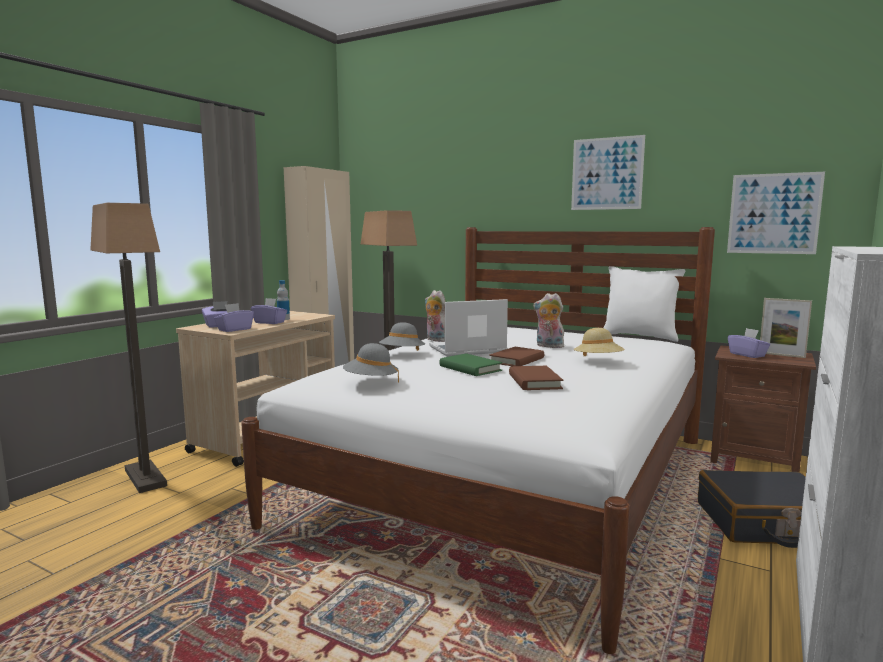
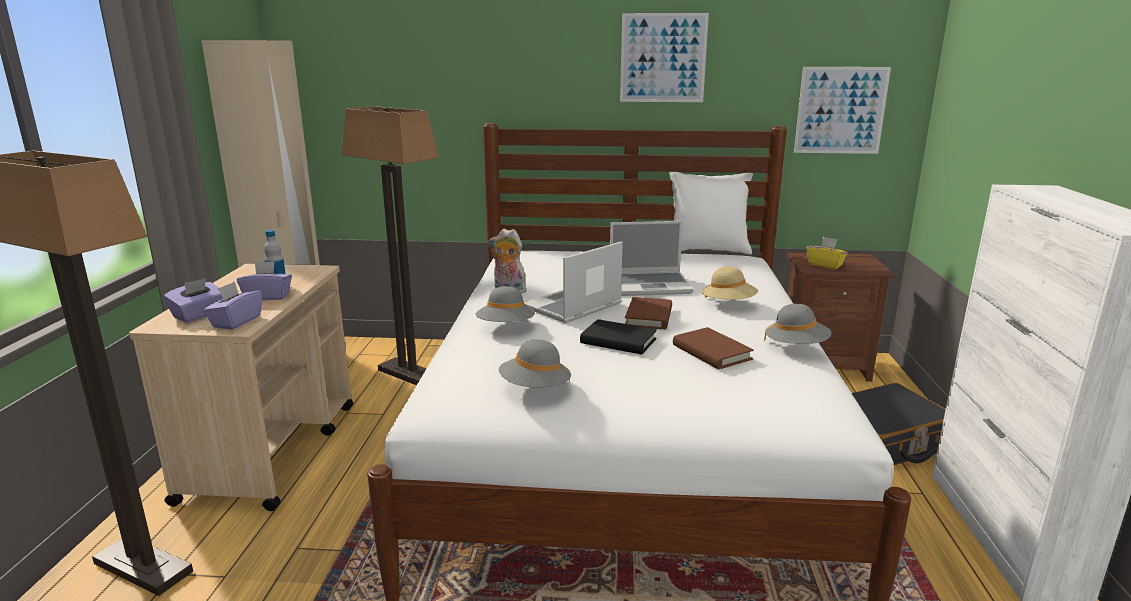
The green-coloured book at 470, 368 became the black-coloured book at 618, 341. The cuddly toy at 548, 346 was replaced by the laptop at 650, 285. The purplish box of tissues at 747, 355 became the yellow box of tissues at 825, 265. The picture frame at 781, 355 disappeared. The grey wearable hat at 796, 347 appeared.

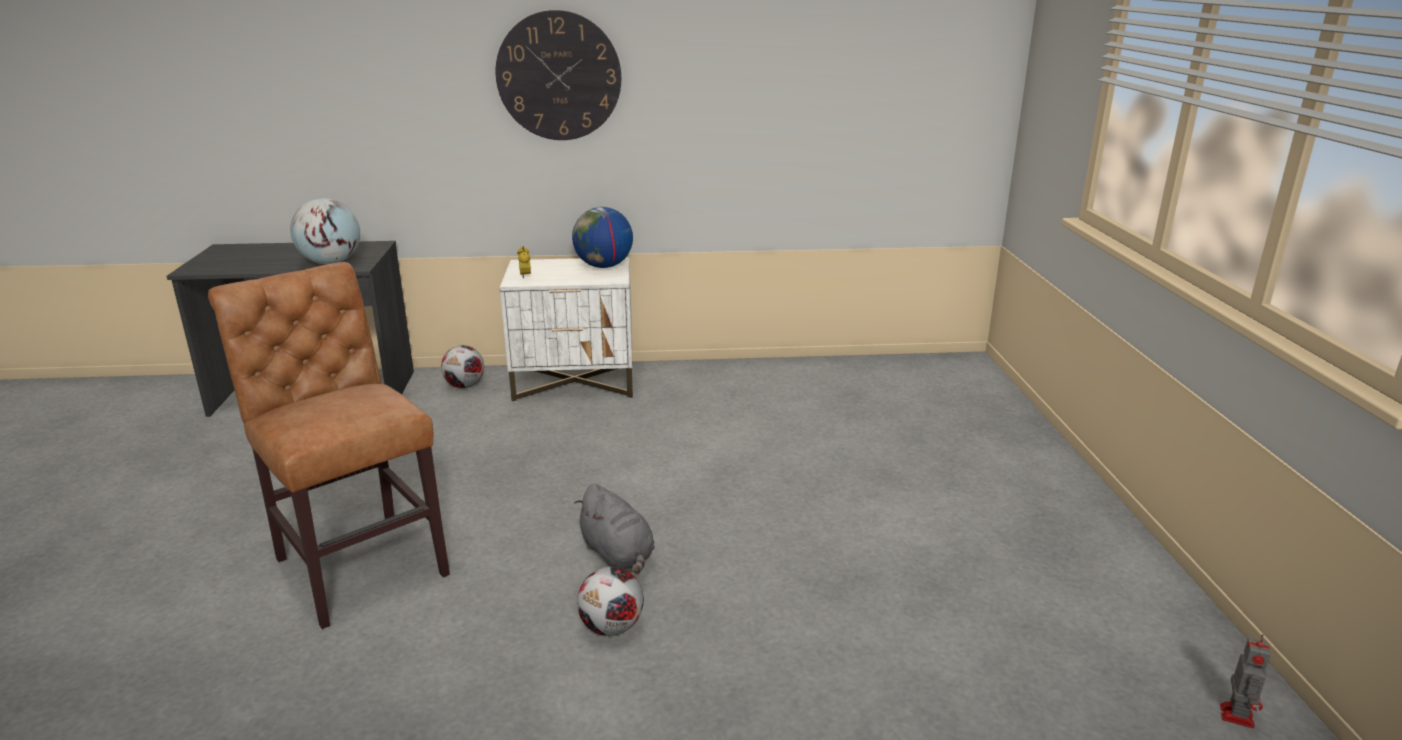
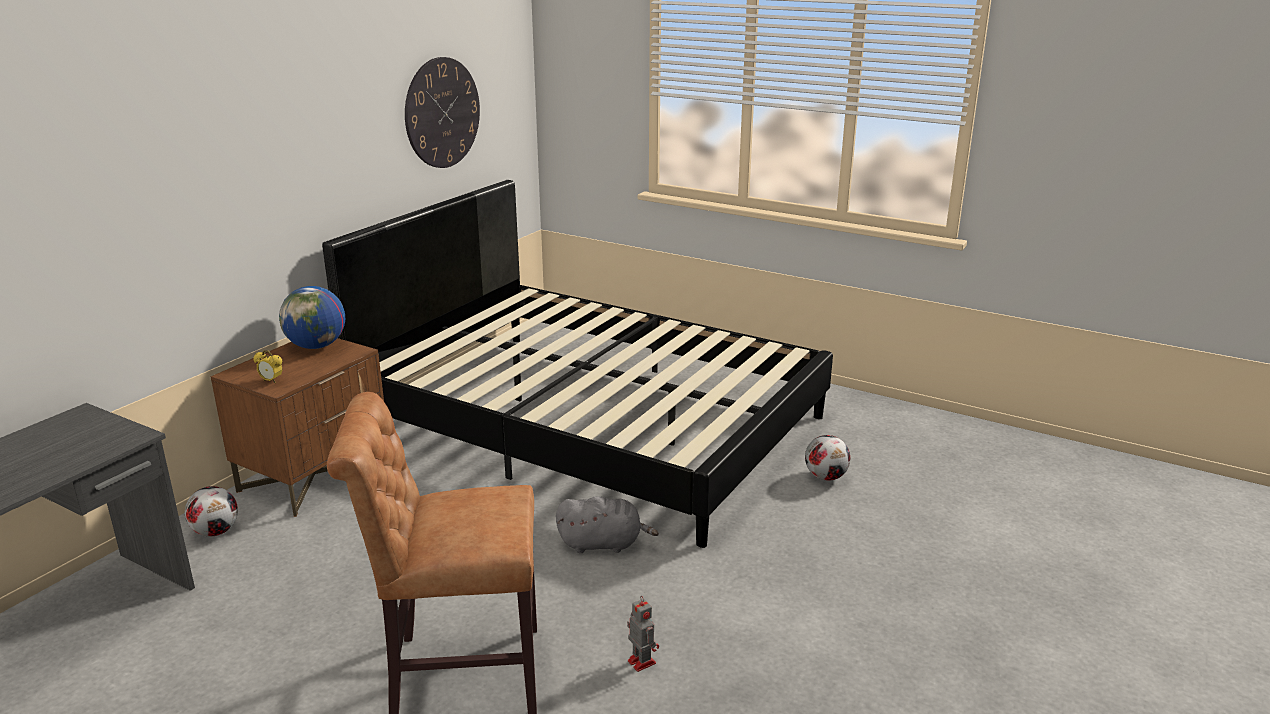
The desk globe at 331, 262 disappeared. The wall clock moved from 559, 76 to 442, 113. The whitish bedside table at 575, 383 became the brown-coloured bedside table at 315, 475. The football ball moved from 612, 627 to 826, 477. The toy robot moved from 1236, 714 to 641, 661. The black-coloured sleeping bed at 590, 422 appeared.

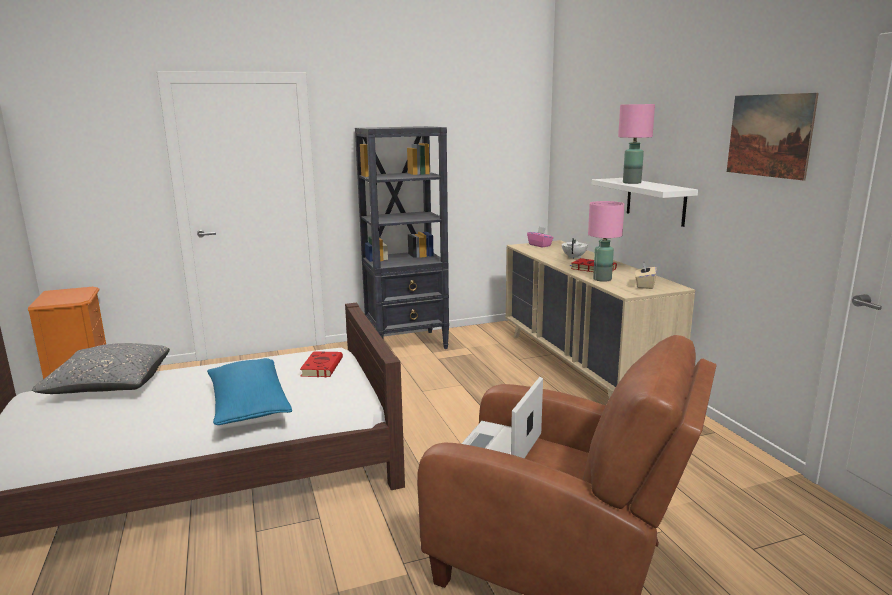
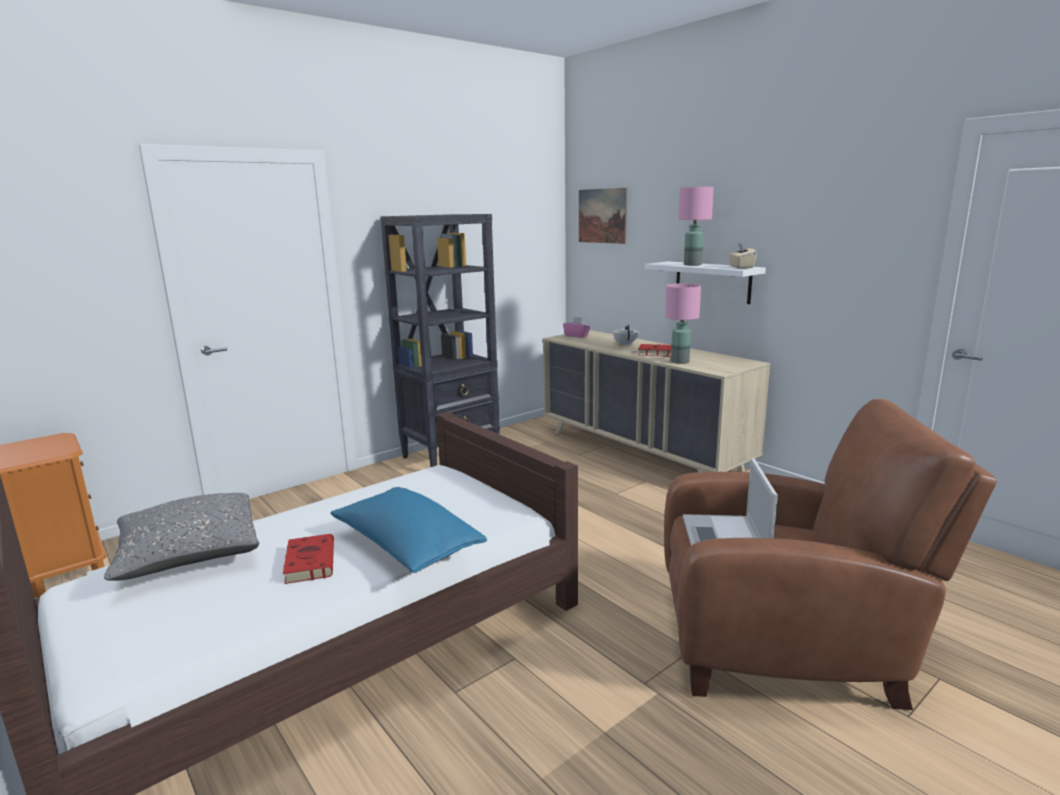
The reddish book moved from 322, 367 to 310, 561. The sand-coloured box of tissues moved from 644, 285 to 741, 267. The wall art moved from 769, 135 to 602, 216.

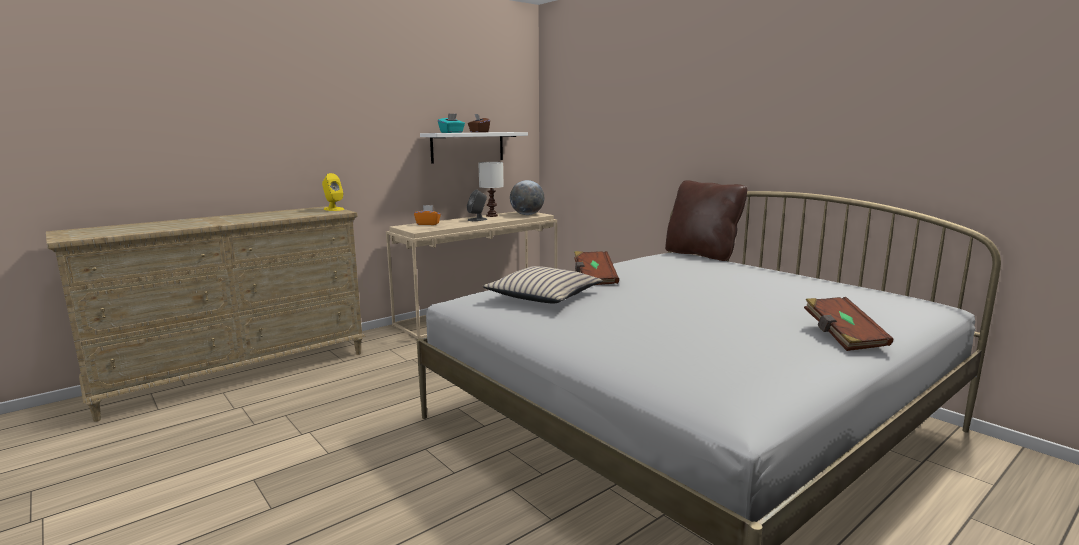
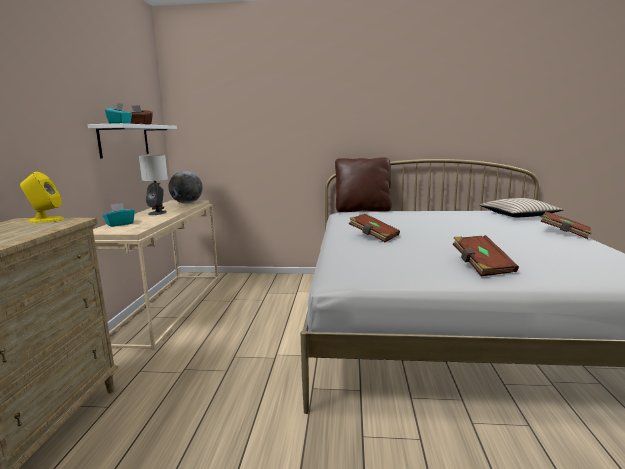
The orangey box of tissues at 428, 224 became the turquoise-coloured box of tissues at 120, 224. The sand-coloured throw pillow moved from 543, 296 to 518, 215. The brown-coloured book at 481, 266 appeared.

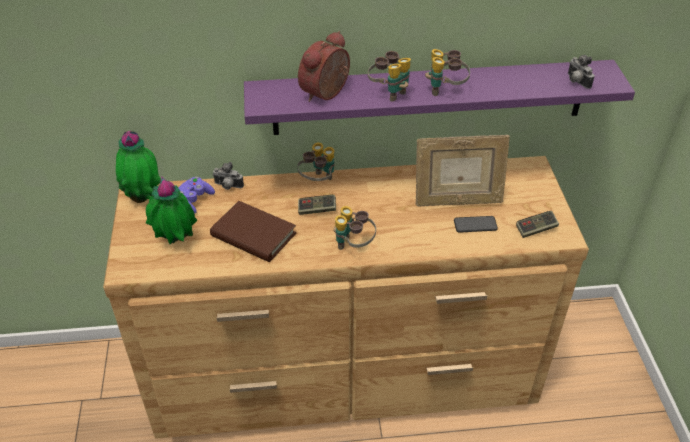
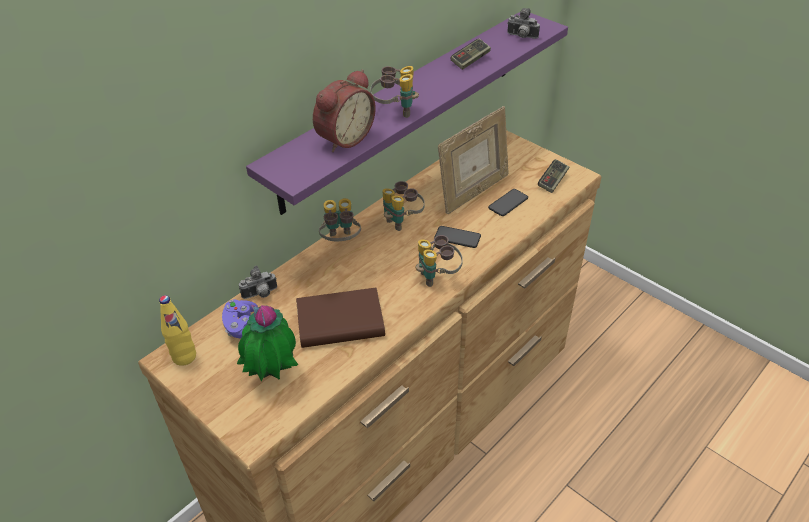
The potted plant at 144, 198 was replaced by the yellow bottle at 184, 357. The alarm clock at 327, 94 turned 135 degrees counterclockwise. The gamepad moved from 317, 210 to 470, 60. The field glasses moved from 445, 90 to 402, 220. The telephone at 457, 237 appeared.

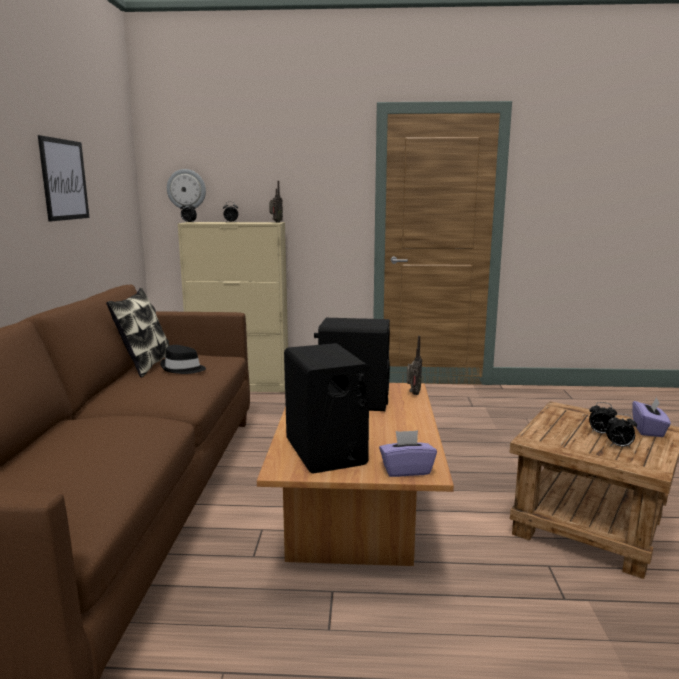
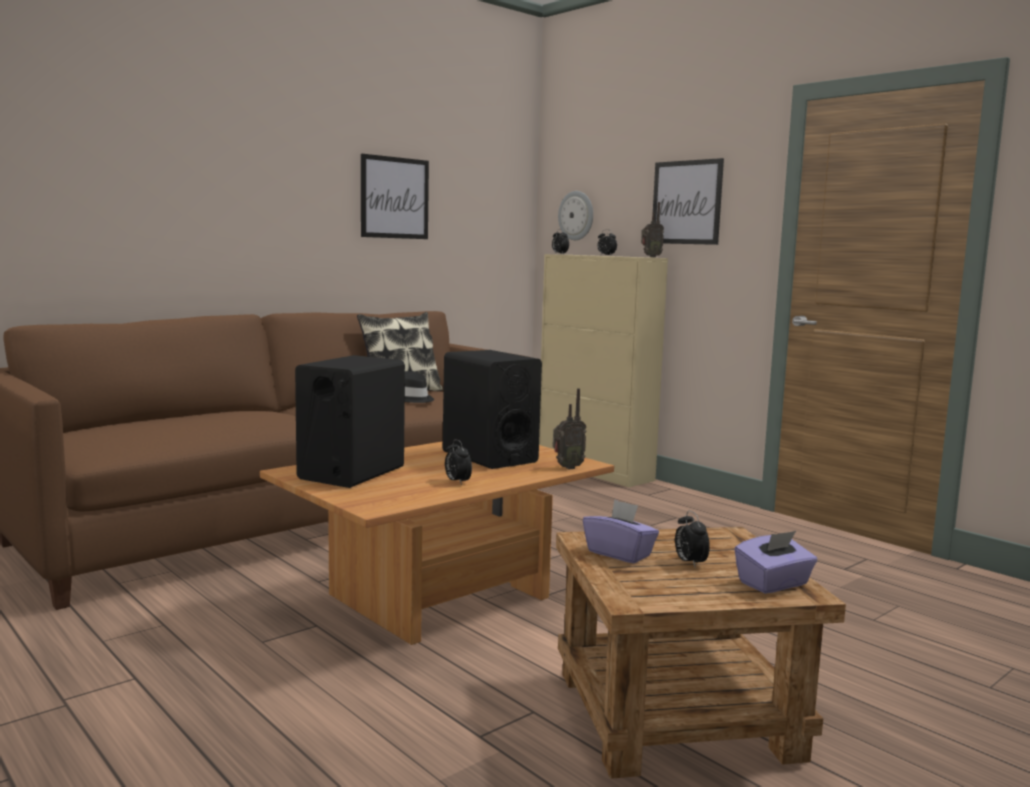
The purplish box of tissues moved from 406, 470 to 619, 553. The alarm clock moved from 619, 446 to 457, 482. The wall art at 686, 202 appeared.

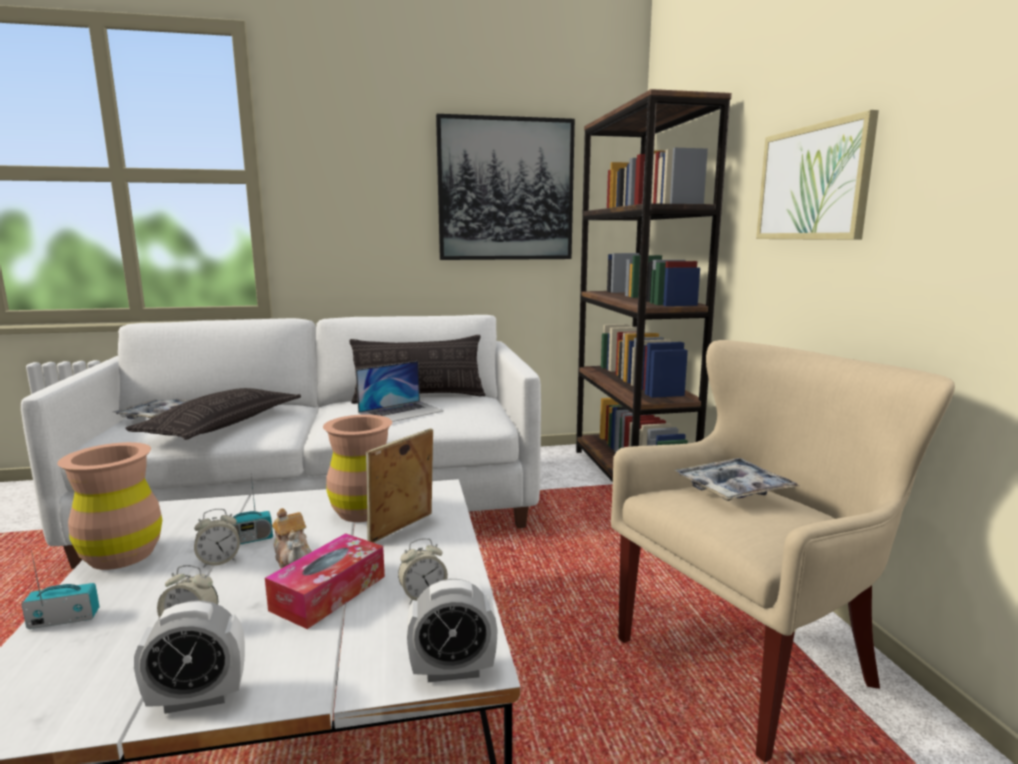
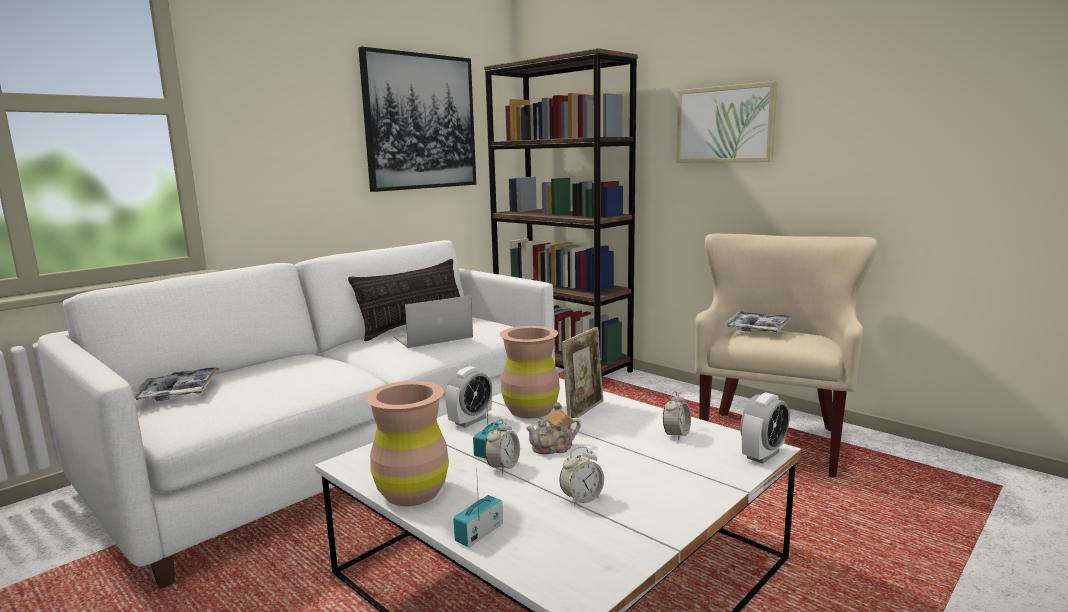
The throw pillow at 222, 424 disappeared. The alarm clock moved from 198, 698 to 470, 420. The box of tissues at 329, 593 disappeared. The tea pot at 294, 559 turned 135 degrees clockwise. The laptop at 401, 412 turned 135 degrees counterclockwise. The picture frame at 402, 530 turned 150 degrees counterclockwise.

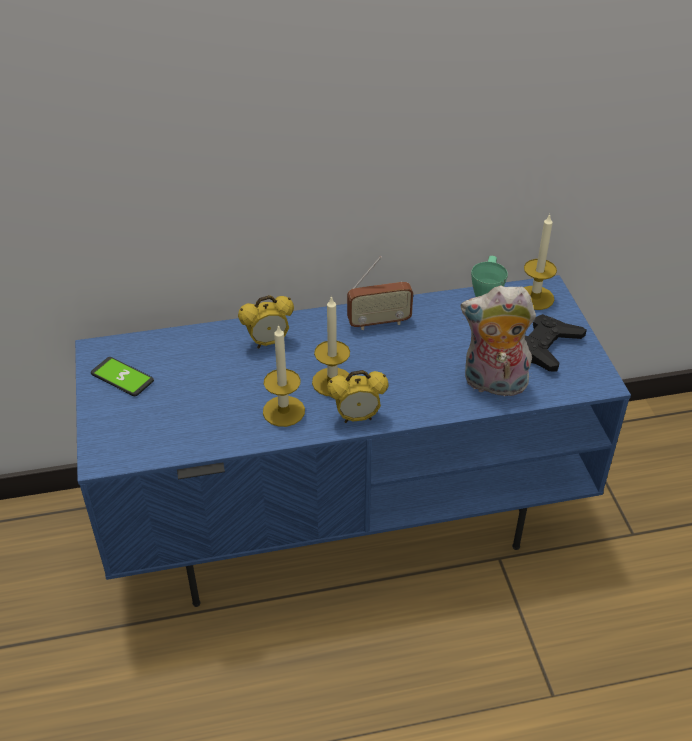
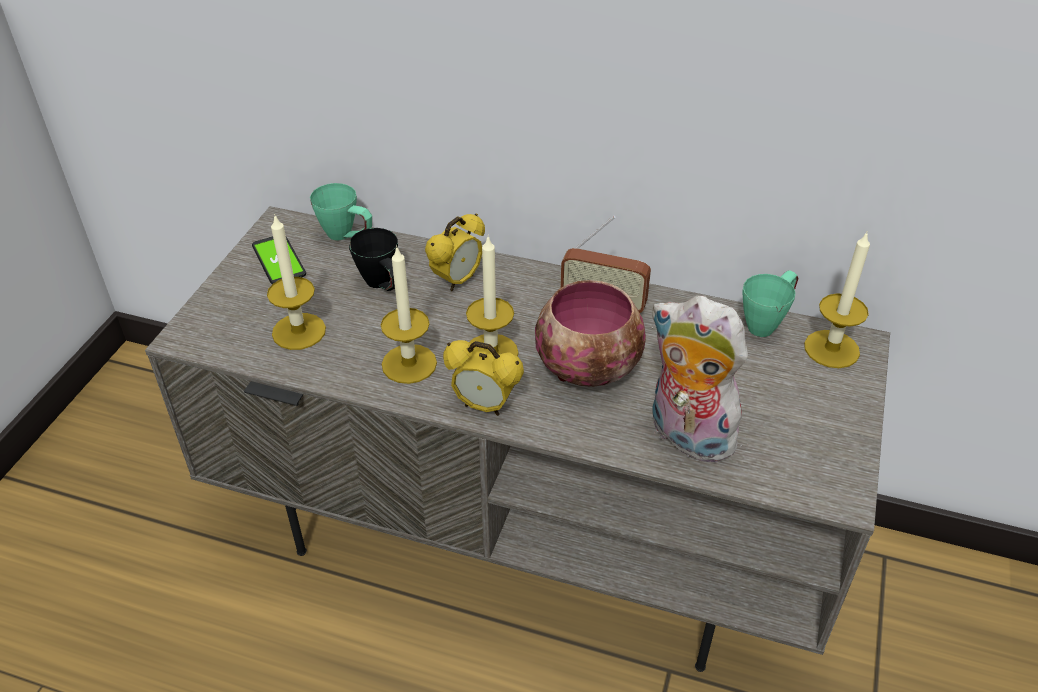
The blue media console at 347, 515 became the grey media console at 524, 532. The alarm clock at 268, 342 turned 60 degrees counterclockwise. The black-coloured gamepad at 546, 347 disappeared. The wax light at 299, 331 appeared. The green-coloured coffee mug at 347, 237 appeared. The black-coloured coffee mug at 383, 287 appeared. The bowl at 590, 369 appeared.

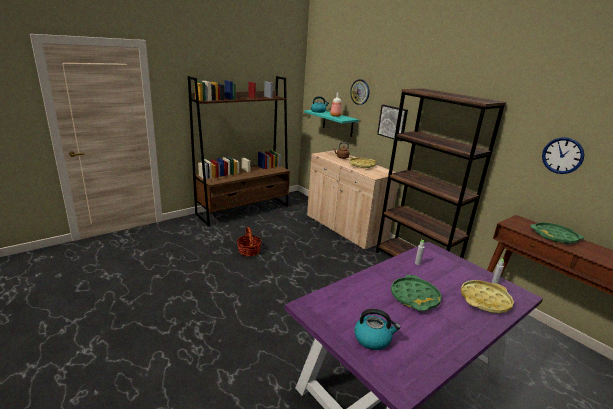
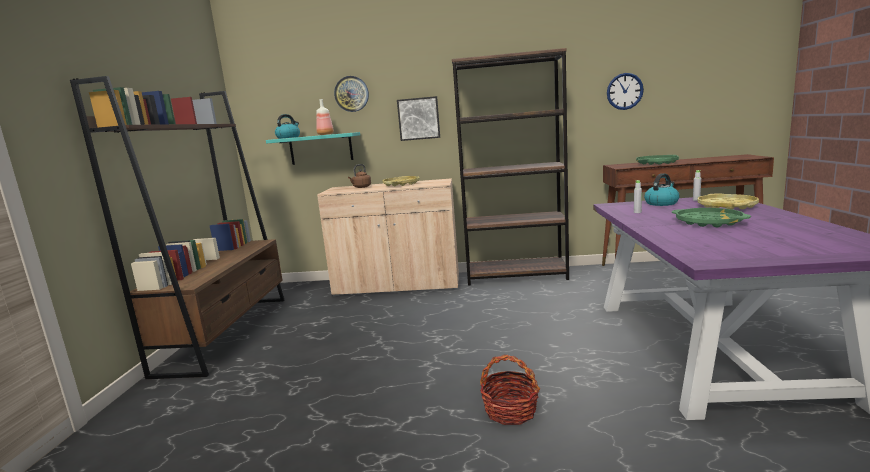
The storage basket moved from 249, 251 to 510, 410. The tea kettle moved from 373, 339 to 661, 203.

